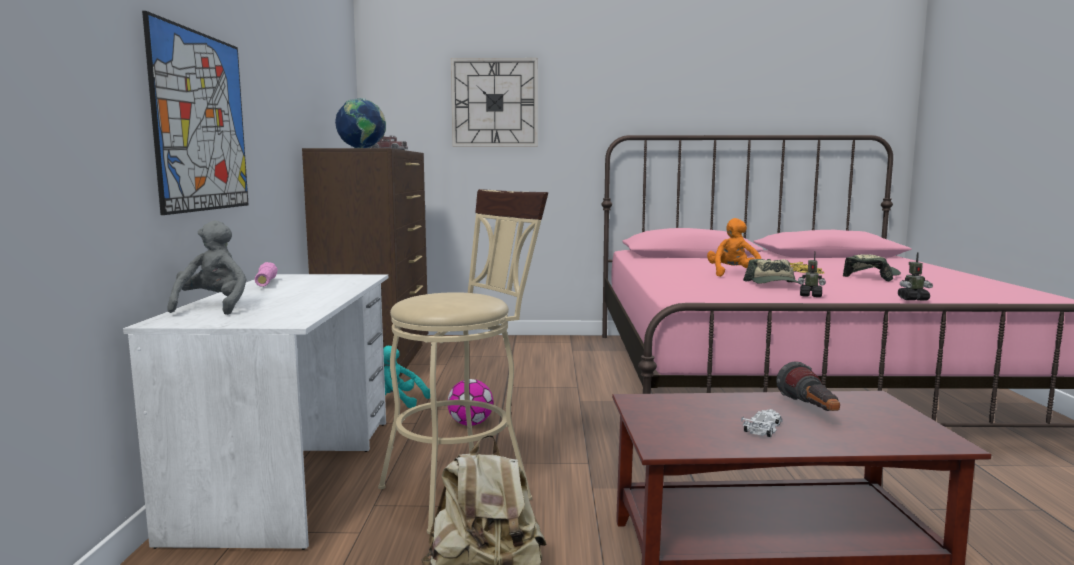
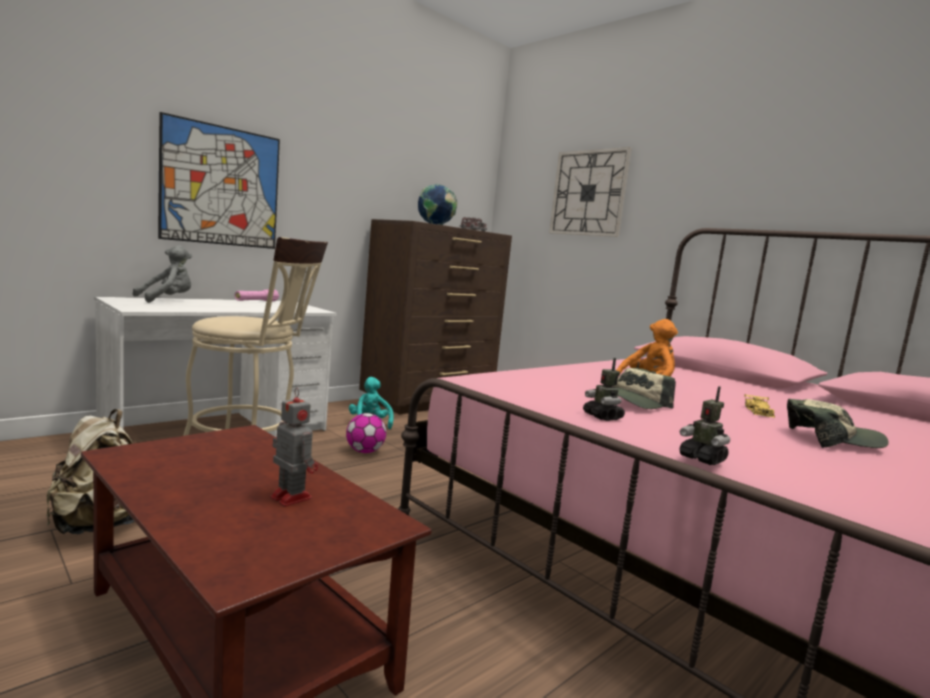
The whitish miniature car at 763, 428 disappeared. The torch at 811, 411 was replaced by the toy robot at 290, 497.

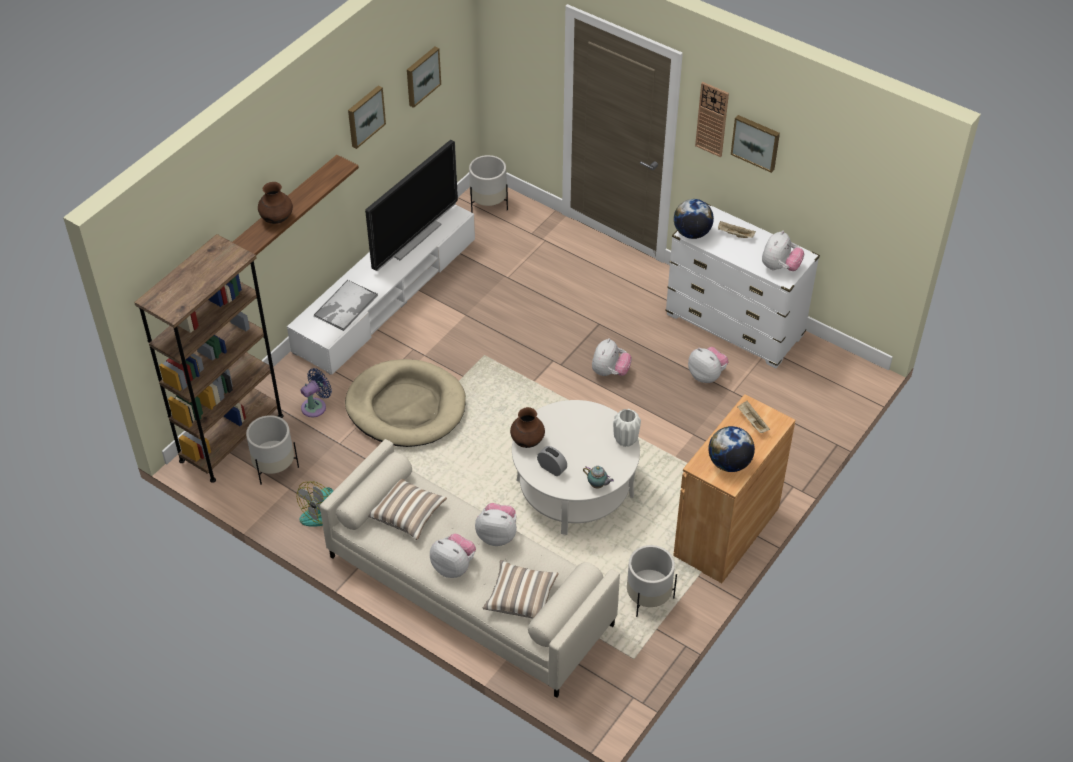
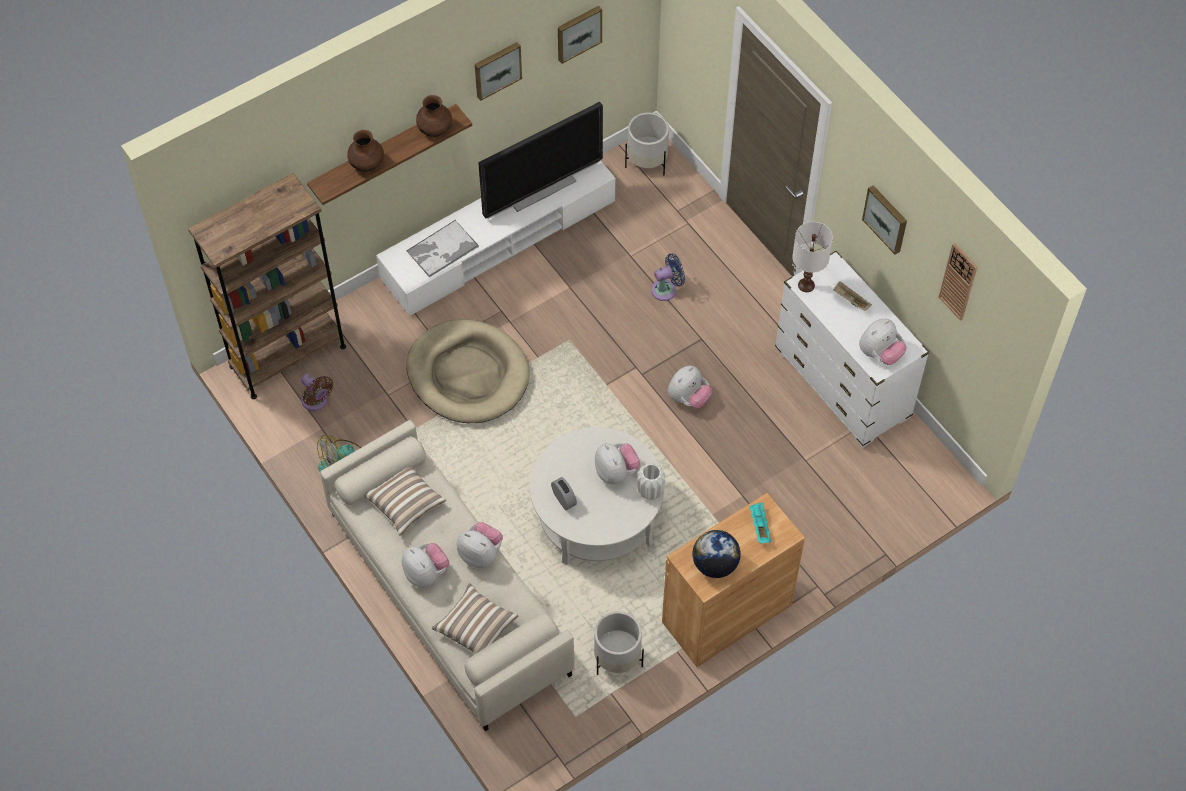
The whitish planter at 274, 467 was replaced by the brown-coloured electric fan at 316, 401. The blue electric fan moved from 316, 406 to 666, 289. The brown-coloured decorative vase moved from 527, 441 to 435, 129. The tea pot at 598, 485 disappeared. The desk globe at 692, 233 was replaced by the whitish table lamp at 806, 285. The cuddly toy moved from 706, 375 to 616, 472. The wall clock moved from 712, 119 to 958, 281. The sand-coloured carrying tray at 752, 421 became the turquoise-coloured carrying tray at 759, 526.

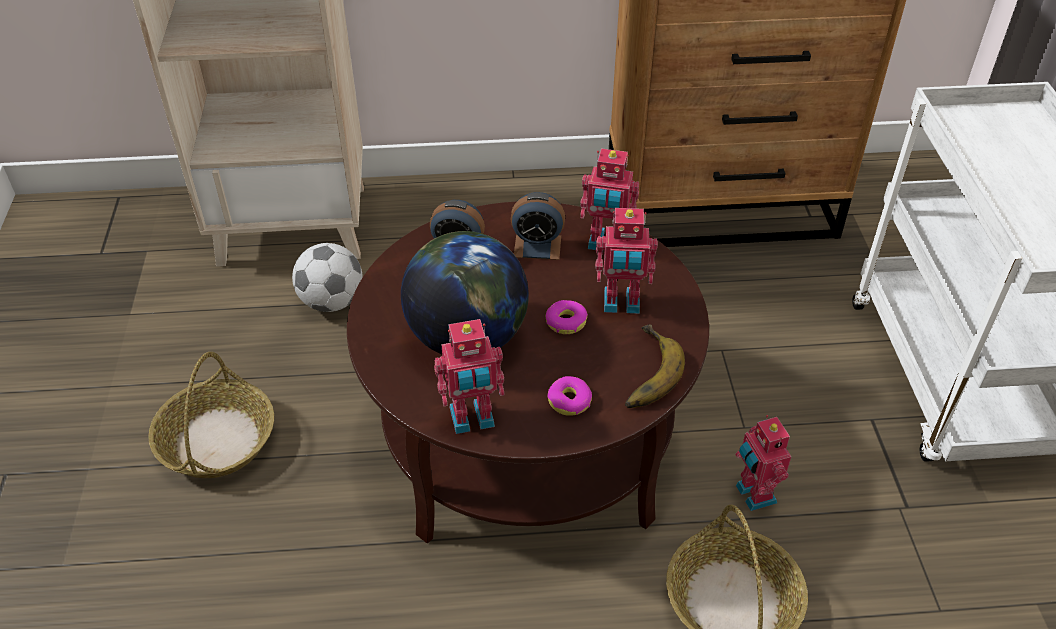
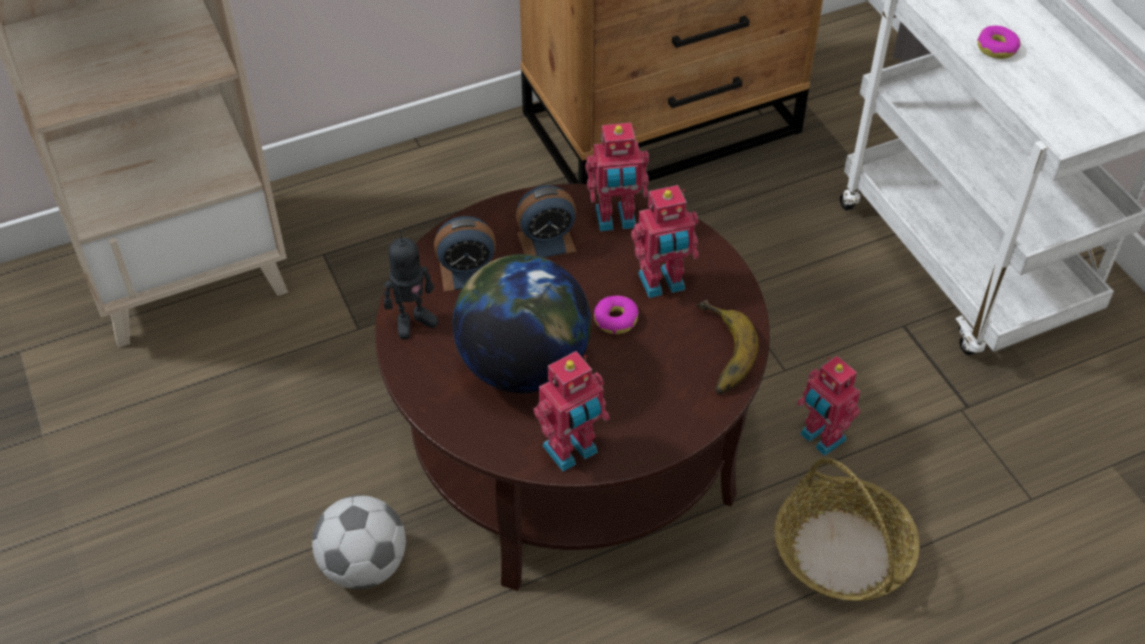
The storage basket at 217, 440 disappeared. The football ball moved from 332, 302 to 364, 566. The ring doughnut moved from 569, 401 to 997, 48. The toy robot at 413, 321 appeared.

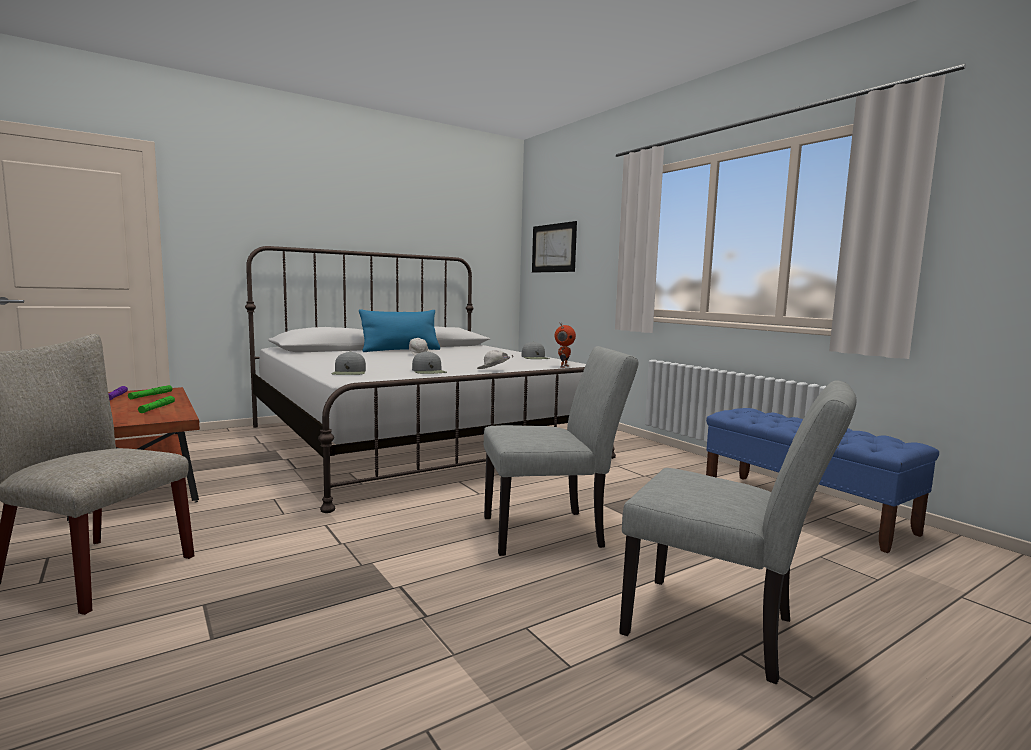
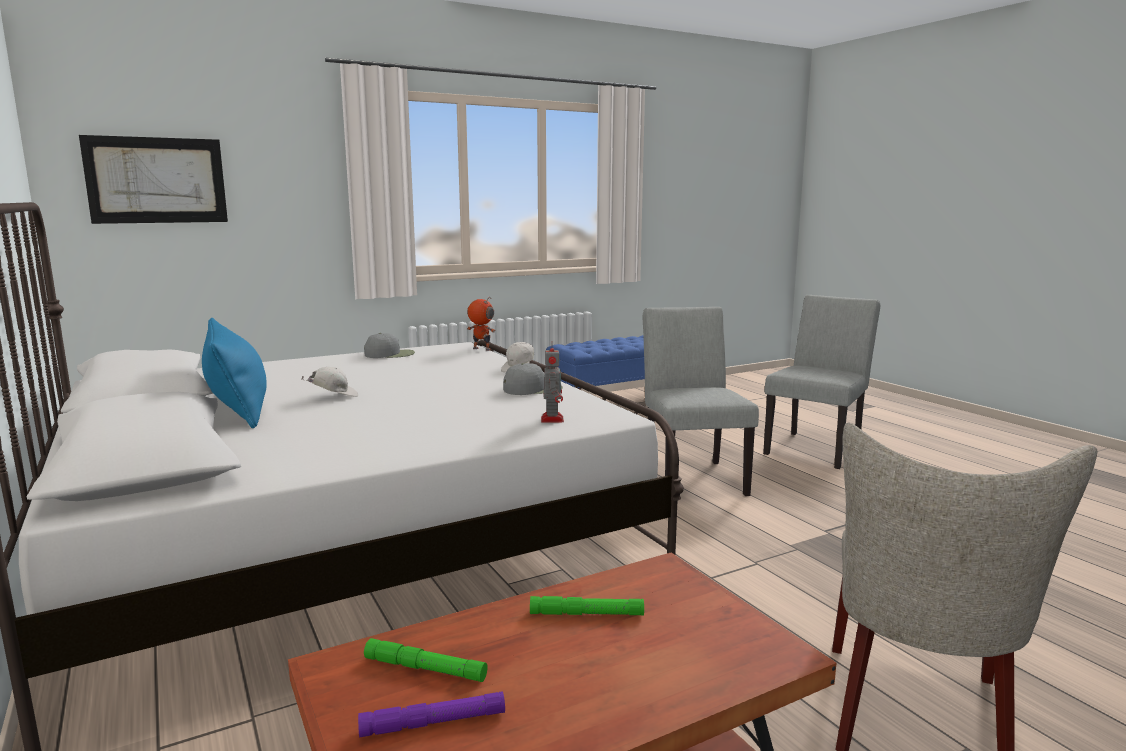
The grey peaked cap at 349, 372 was replaced by the toy robot at 552, 419.

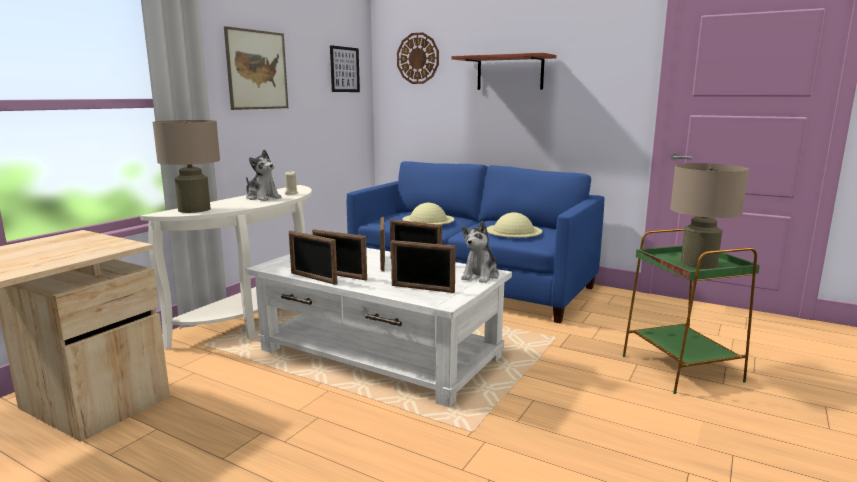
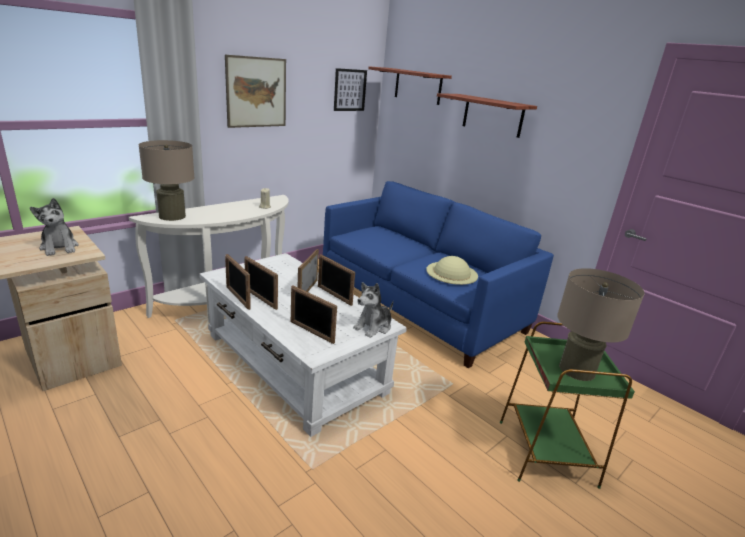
The cuddly toy moved from 262, 198 to 59, 247. The wall clock at 418, 58 was replaced by the shelf at 418, 86. The sand-coloured wearable hat at 428, 219 disappeared.

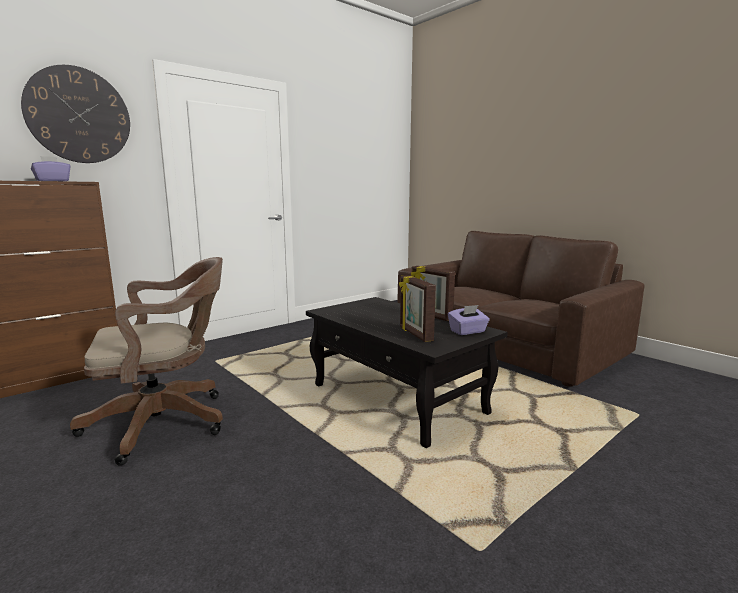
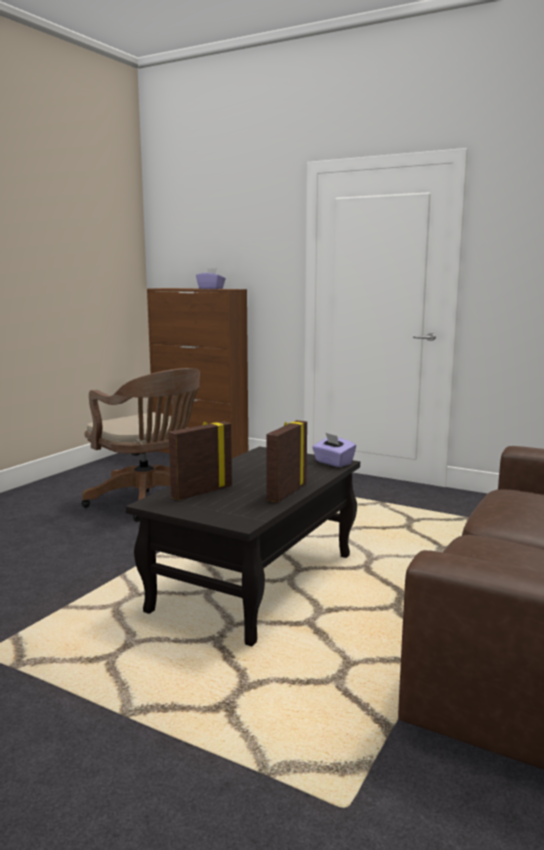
The wall clock at 78, 115 disappeared. The purplish box of tissues moved from 467, 331 to 333, 462.

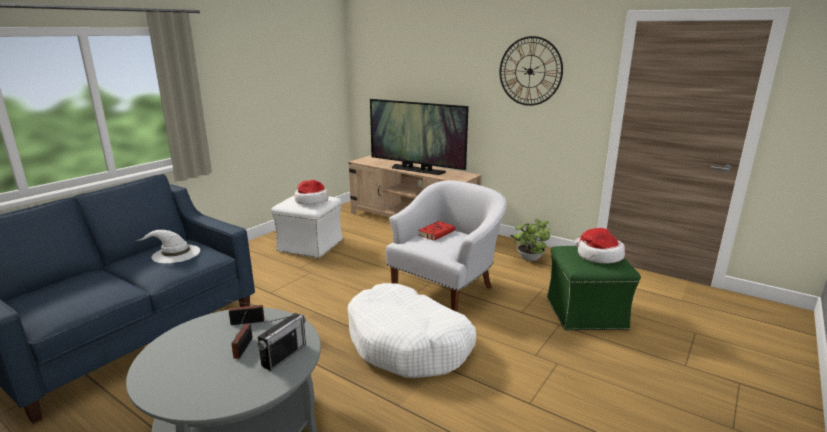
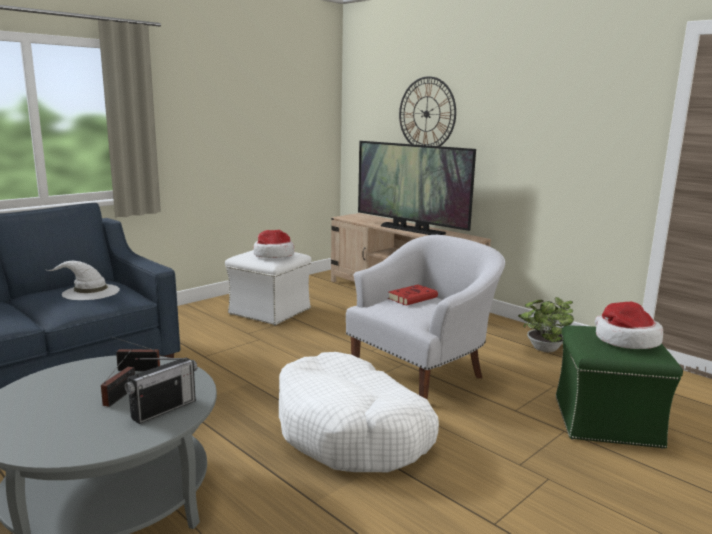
The wall clock moved from 530, 71 to 426, 114.

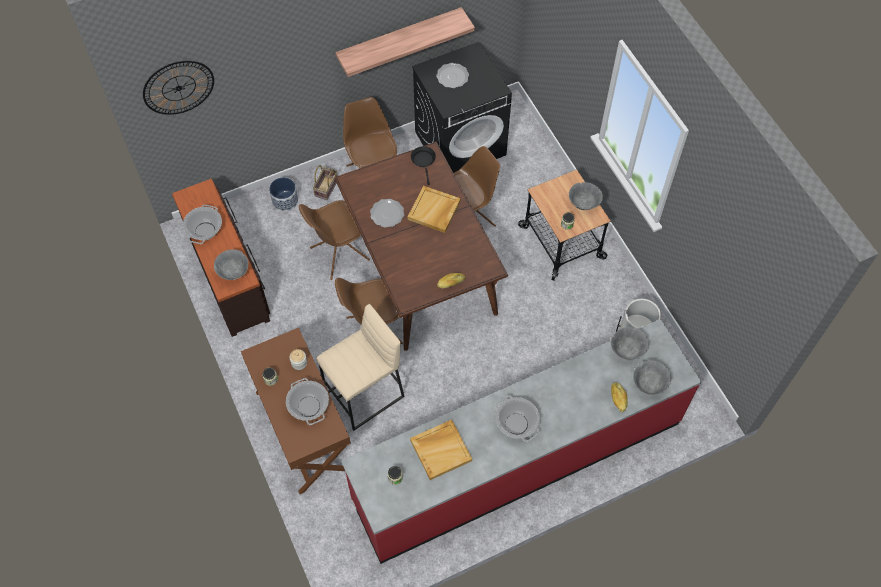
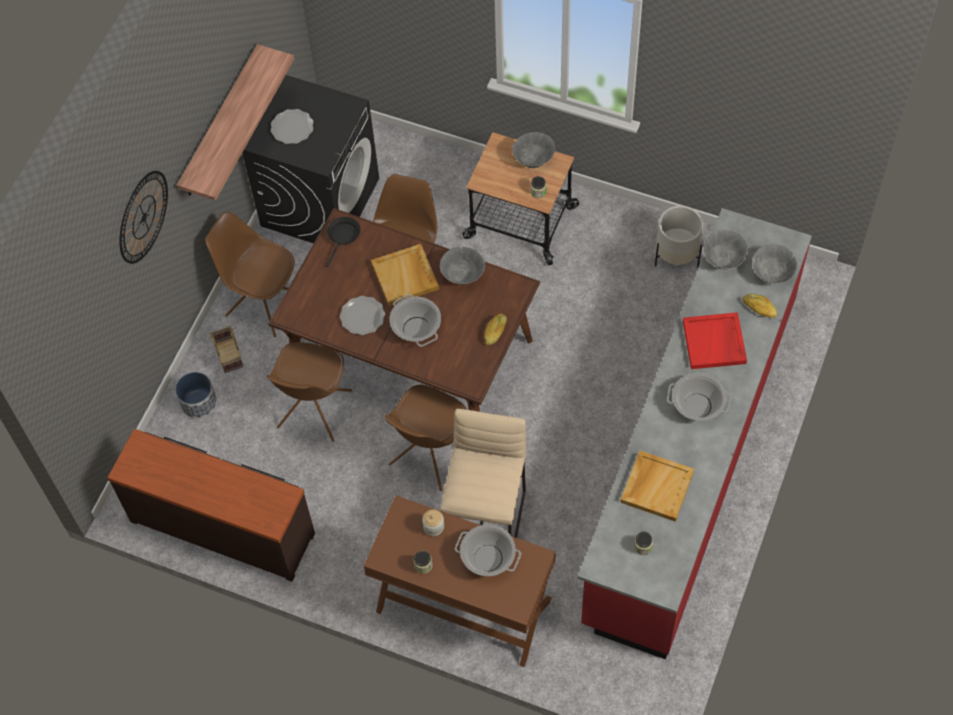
The wall clock moved from 178, 87 to 143, 217. The cooking pot moved from 205, 231 to 416, 328. The grey bowl moved from 233, 272 to 462, 276. The black-coloured pan at 423, 161 turned 75 degrees clockwise. The reddish carrying tray at 714, 343 appeared.

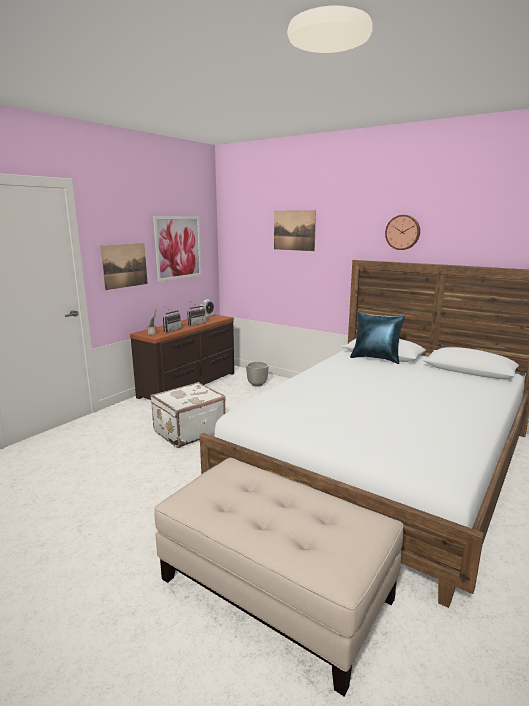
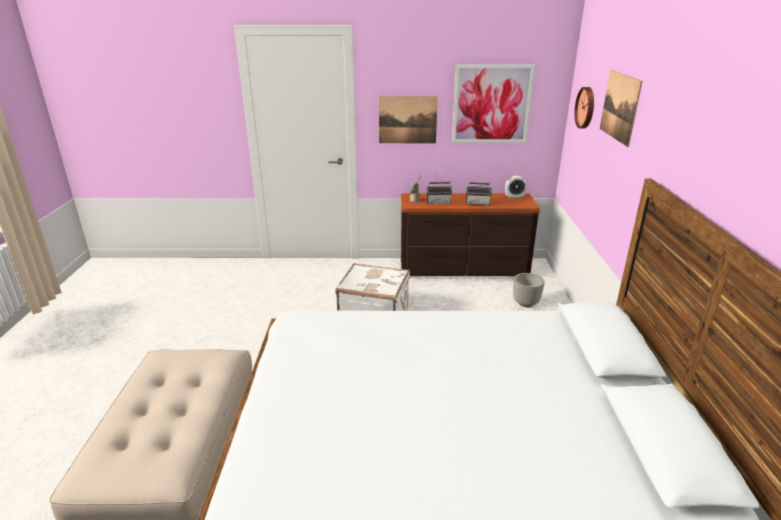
The blue throw pillow at 376, 359 disappeared. The wall clock moved from 403, 232 to 586, 107.

